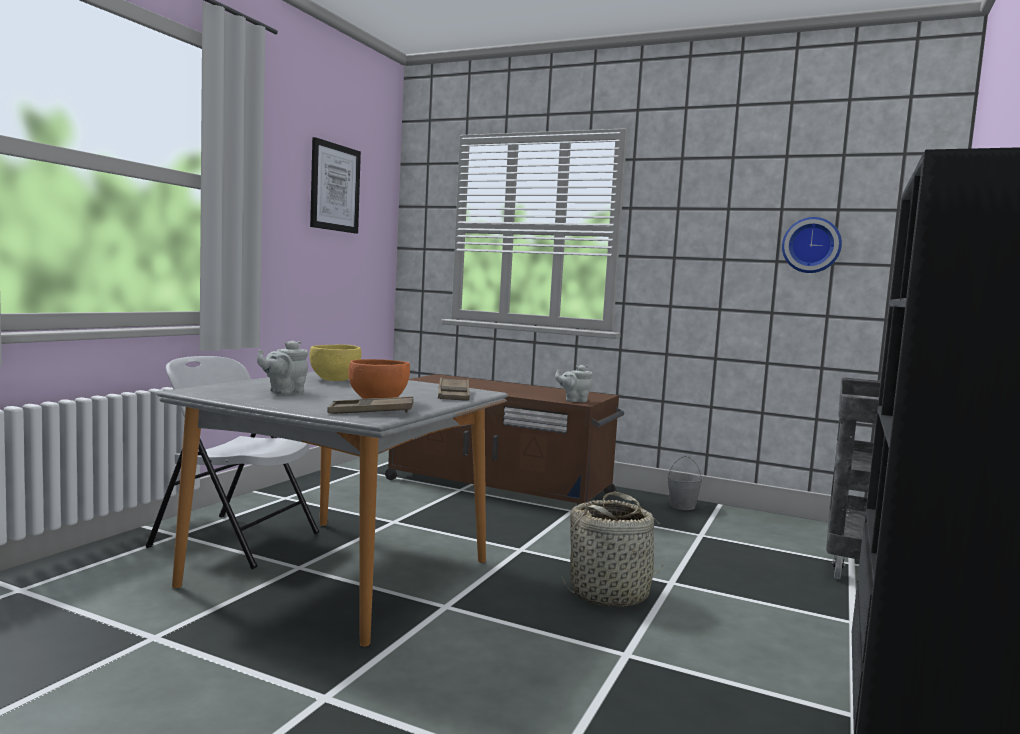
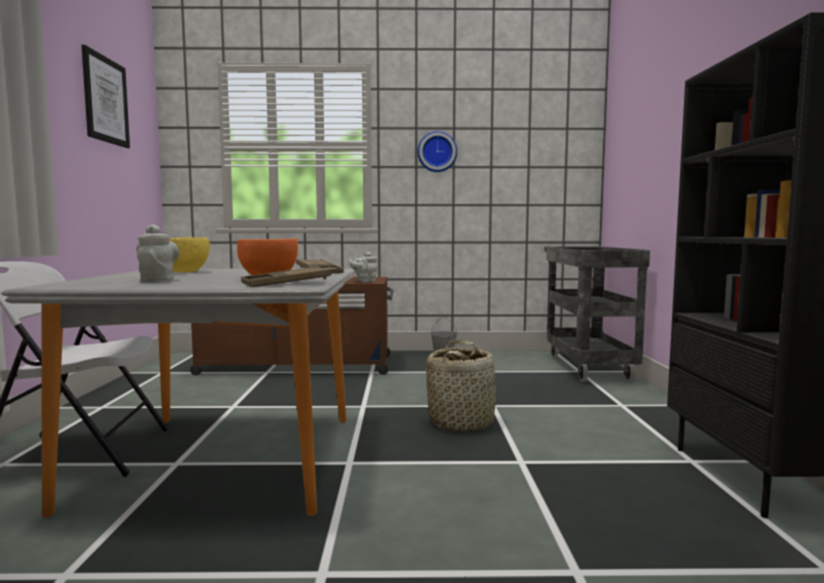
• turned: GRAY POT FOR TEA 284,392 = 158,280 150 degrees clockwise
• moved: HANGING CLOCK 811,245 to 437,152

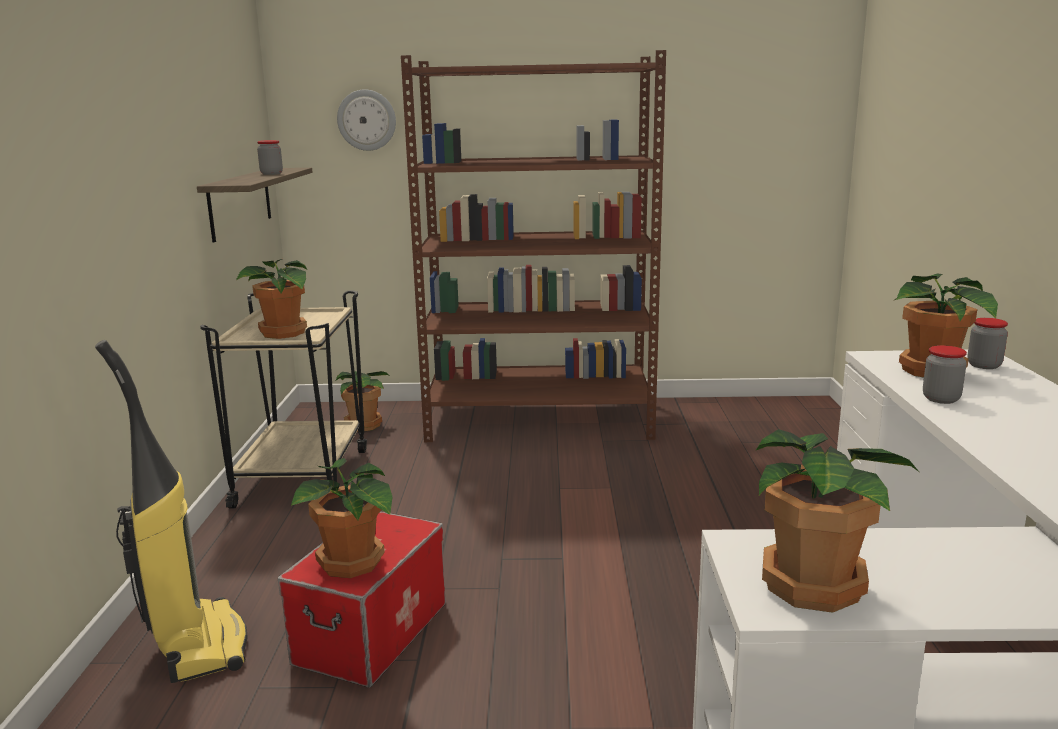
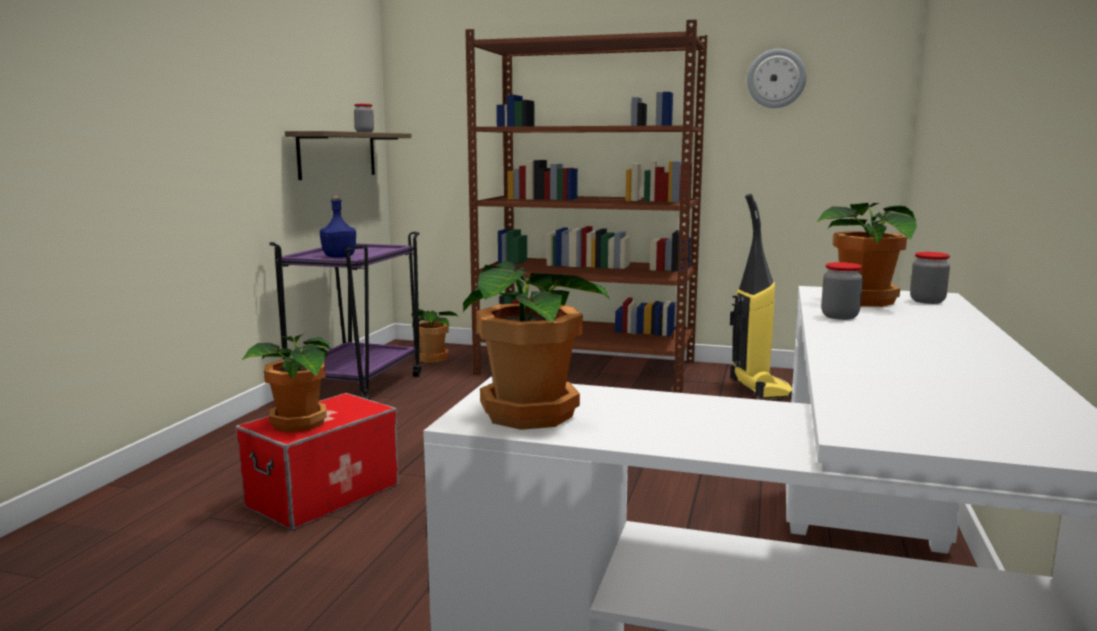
• recoloured: BEIGE-COLOURED TROLLEY 303,476 to PURPLE TROLLEY 356,387
• replaced: HOUSEPLANT 283,333 to BLUISH BEVERAGE BOTTLE 340,257
• moved: VACUUM CLEANER 198,645 to 760,389
• moved: HANGING CLOCK 367,120 to 776,78

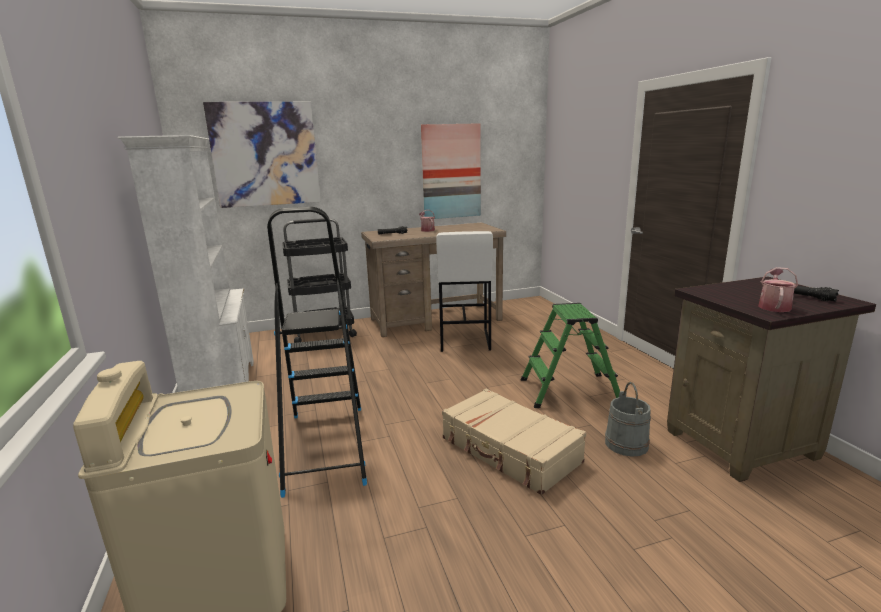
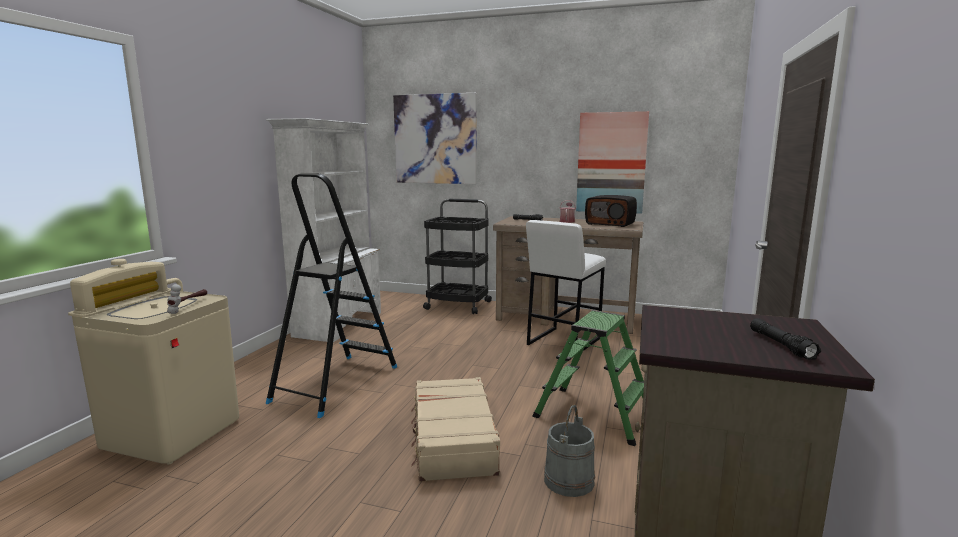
• added: HAMMER 189,305
• added: RADIO RECEIVER 610,223
• removed: SPRINKLING CAN 774,306

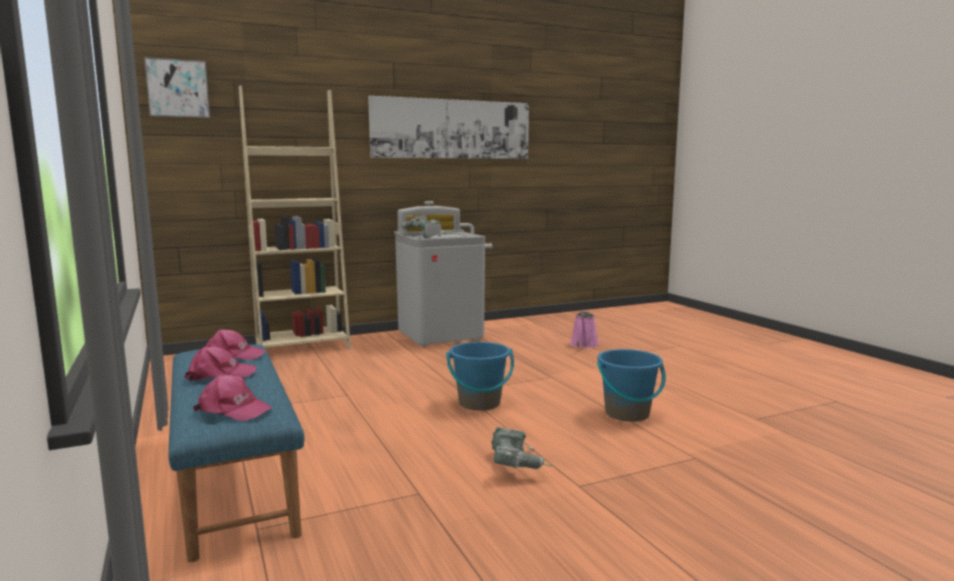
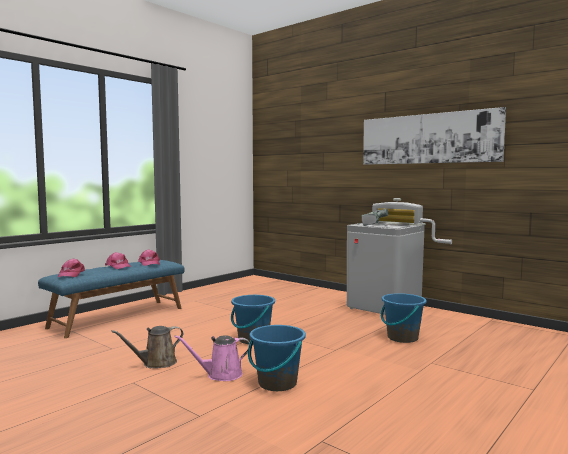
• replaced: DRILL 518,466 to BROWNISH SPRINKLING CAN 156,363
• moved: PINK SPRINKLING CAN 584,345 to 221,375
• added: BLUISH BUCKET 402,338
• removed: WALL PICTURE 178,88
• removed: BEIGE-COLOURED BOOKSHELF 303,347

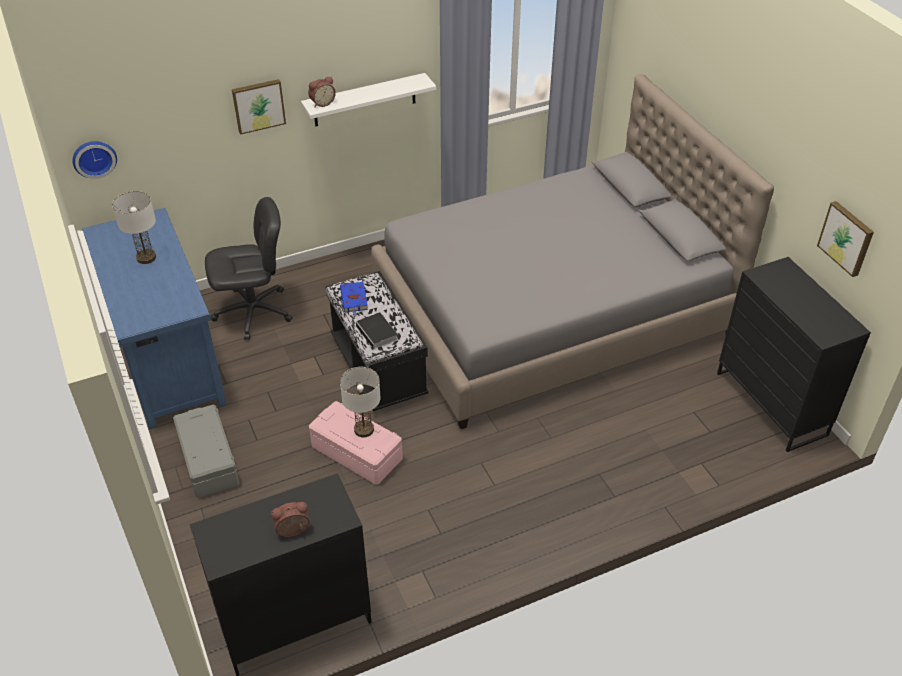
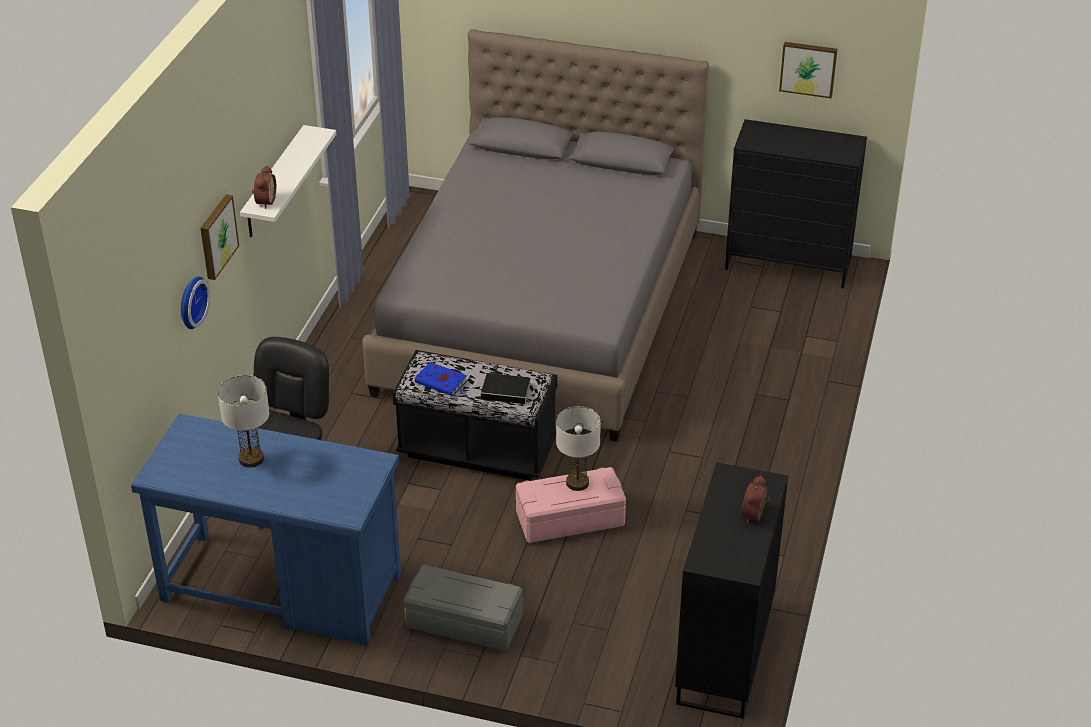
• moved: HANGING CLOCK 94,158 to 190,301

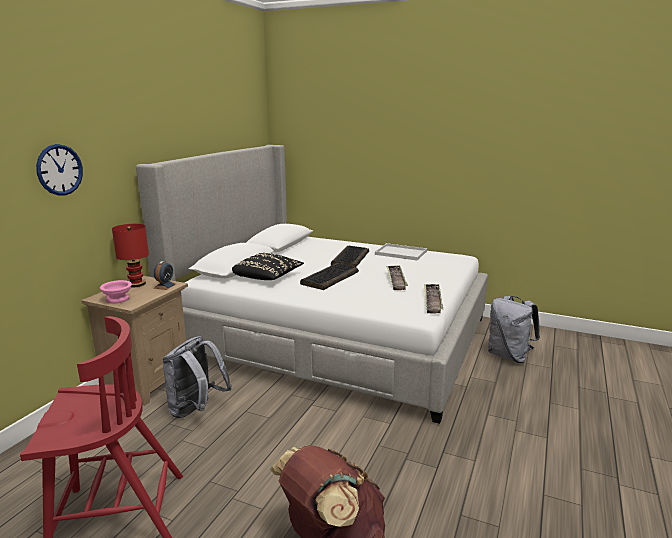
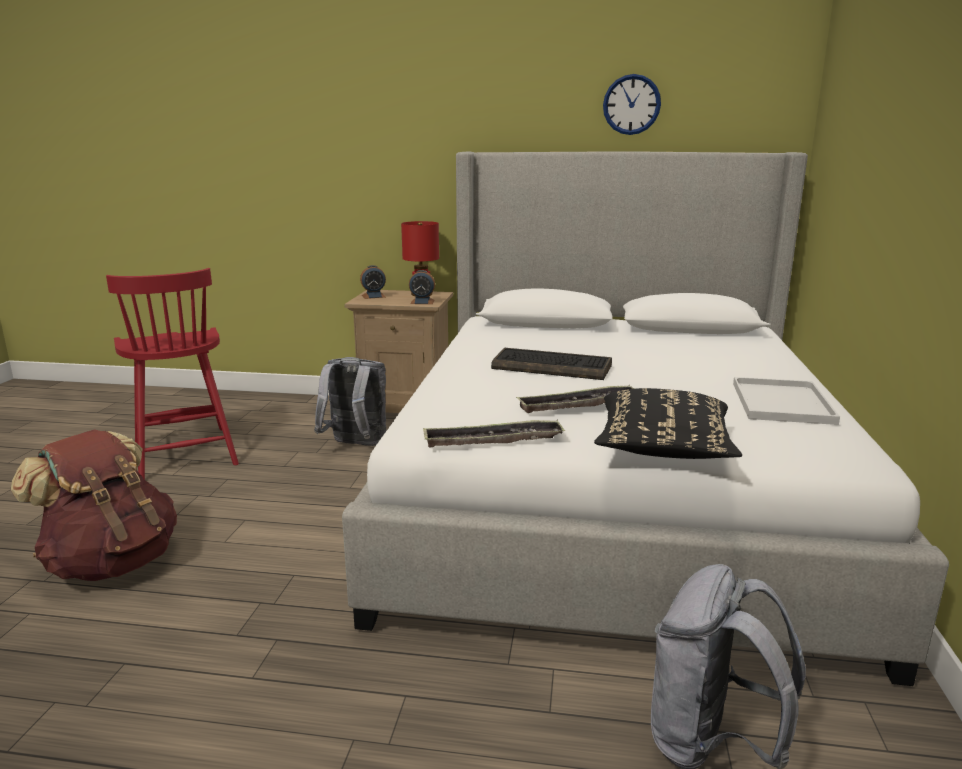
• replaced: PINK DEEP DISH 117,299 to TABLE CLOCK 373,296
• moved: BLACK CUSHION 267,277 to 663,449
• moved: HANGING CLOCK 59,170 to 631,104
• removed: COMPUTER KEYBOARD 350,258

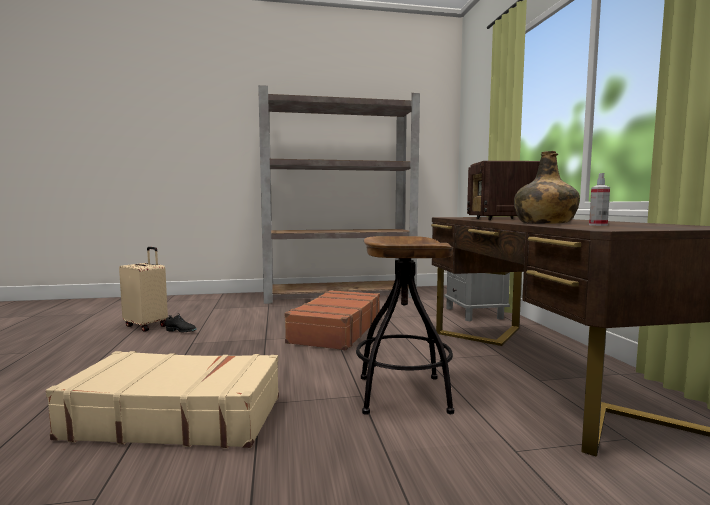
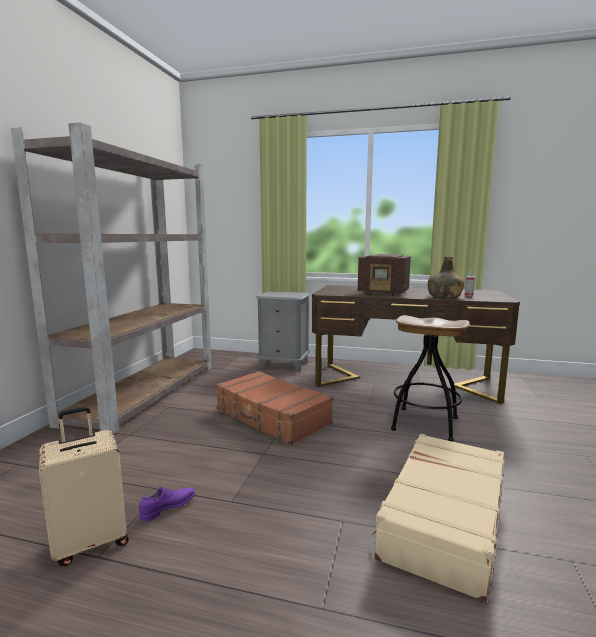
• recoloured: BLACK LOW SHOE 181,331 to PURPLE LOW SHOE 168,508

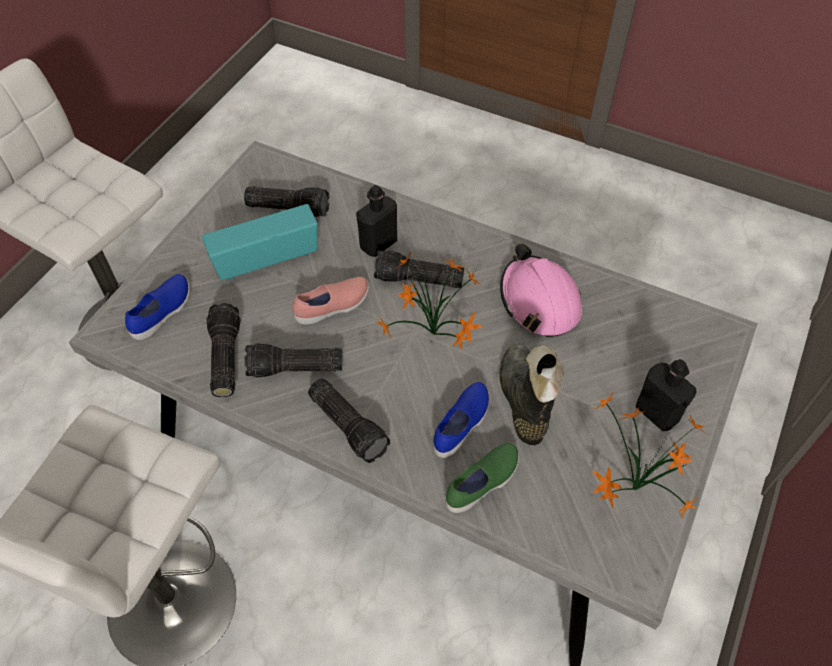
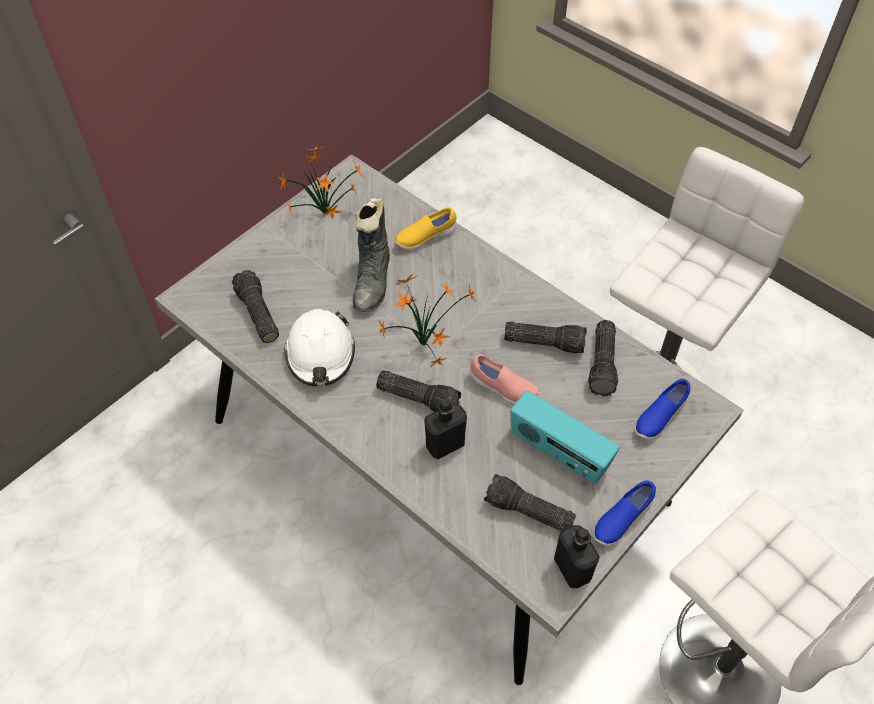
• moved: TORCH 349,425 to 256,314
• recoloured: PINK SAFETY HELMET 539,301 to WHITISH SAFETY HELMET 320,354
• recoloured: GREEN-COLOURED LOW SHOE 483,483 to YELLOW LOW SHOE 425,237
• turned: PINK LOW SHOE 333,307 = 503,388 135 degrees counterclockwise
• turned: RADIO RECEIVER 266,260 = 558,452 45 degrees clockwise
• moved: BLACK BEVERAGE BOTTLE 657,413 to 572,569
• moved: BLUISH LOW SHOE 462,425 to 621,519

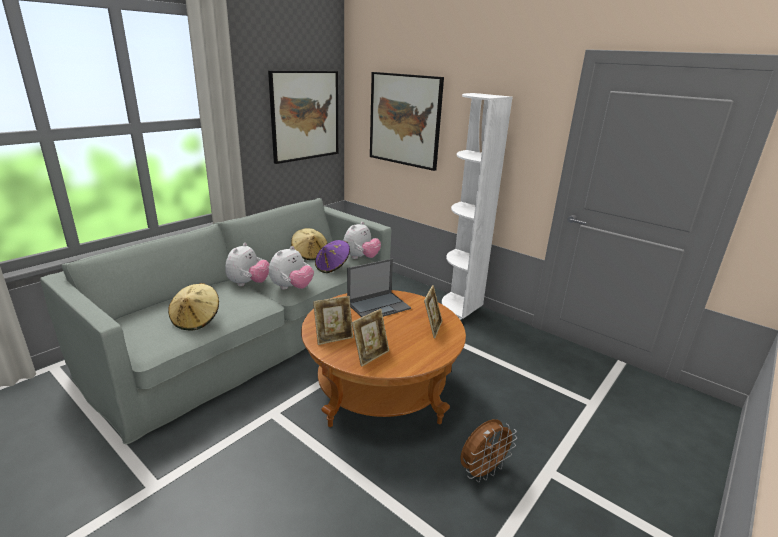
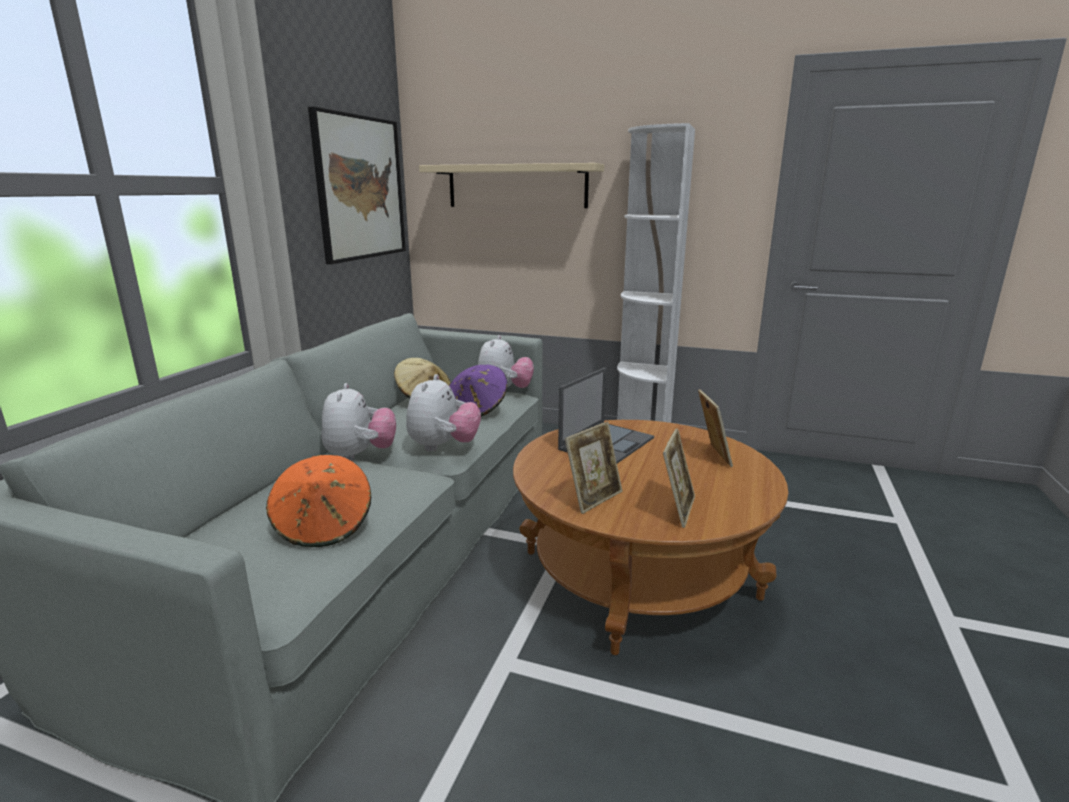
• recoloured: BEIGE-COLOURED HAT 196,320 to ORANGE-COLOURED HAT 324,526
• replaced: WALL PICTURE 404,120 to BEIGE-COLOURED SHELF 516,186
• removed: BROWNISH ELECTRIC FAN 482,471

